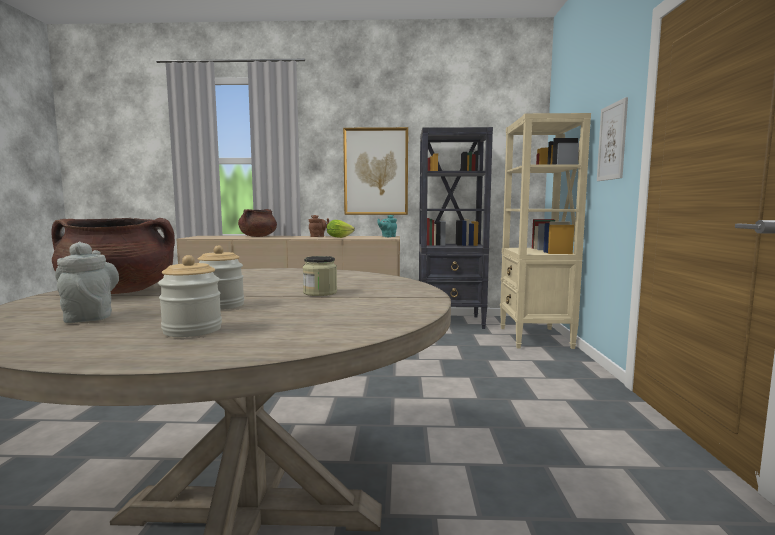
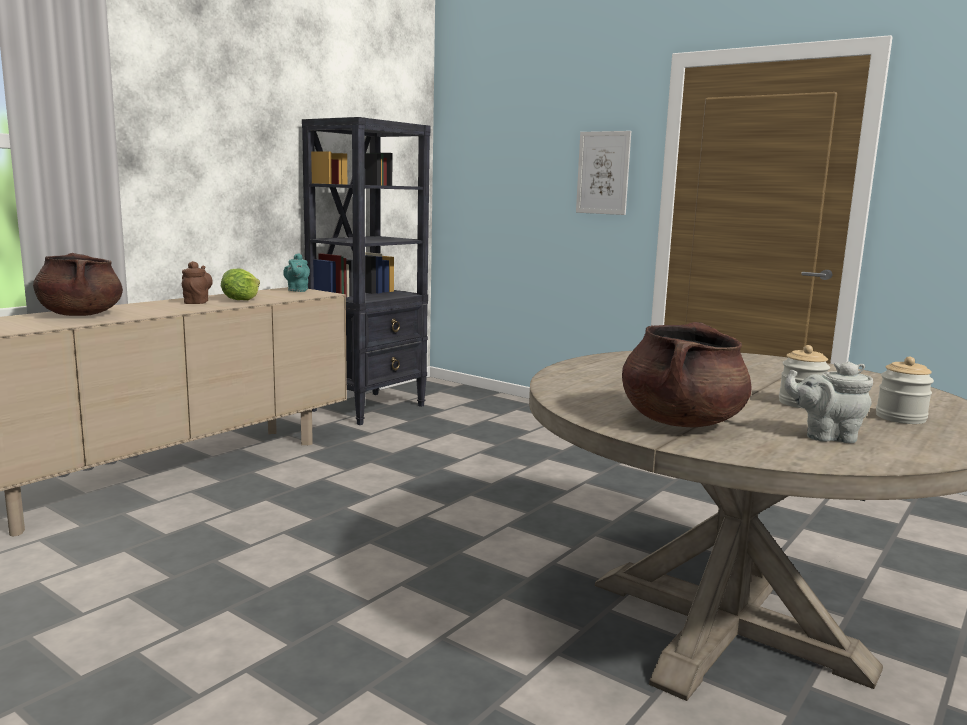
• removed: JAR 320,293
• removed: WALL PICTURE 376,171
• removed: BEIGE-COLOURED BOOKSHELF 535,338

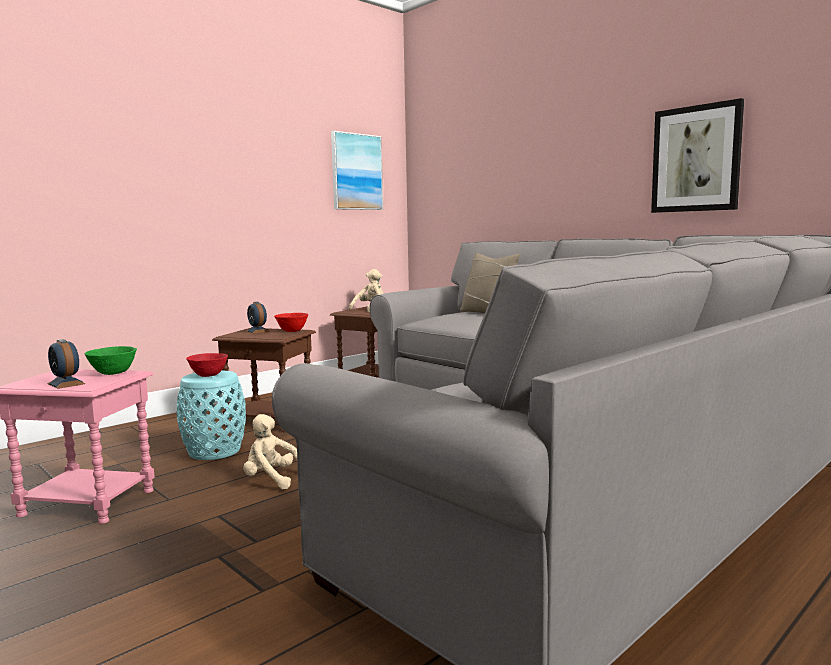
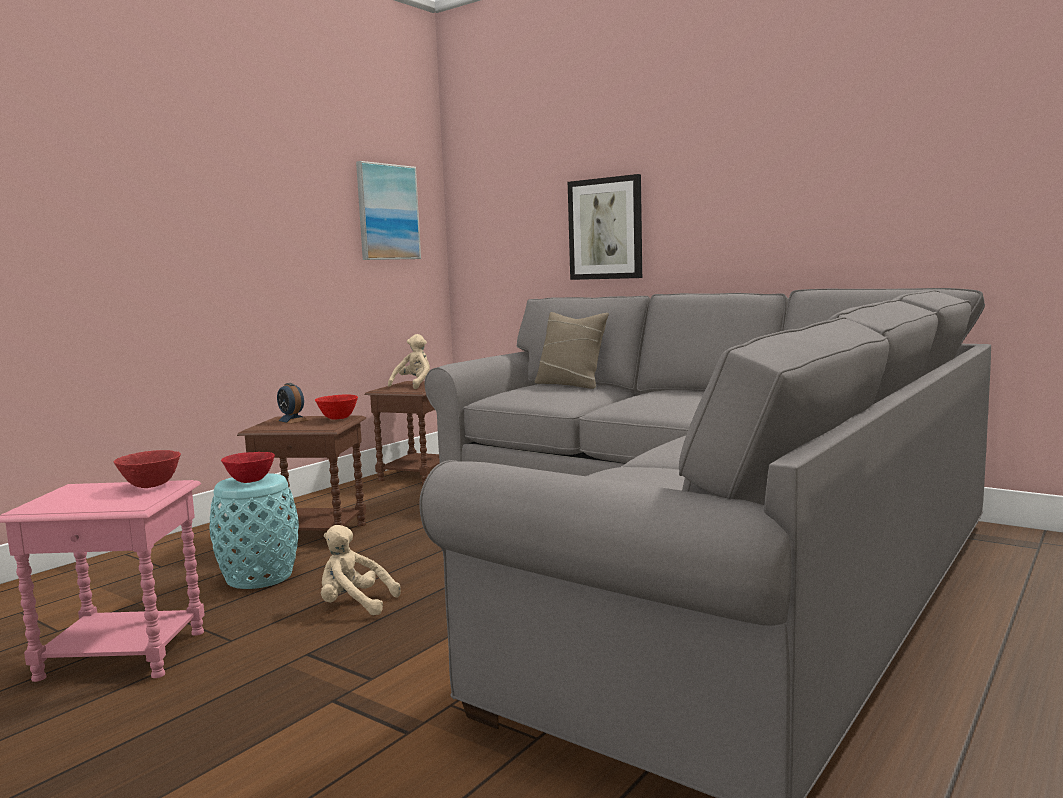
• recoloured: GREEN-COLOURED DEEP DISH 113,374 to RED DEEP DISH 151,486
• moved: WALL PICTURE 696,159 to 605,229
• removed: TABLE CLOCK 66,384

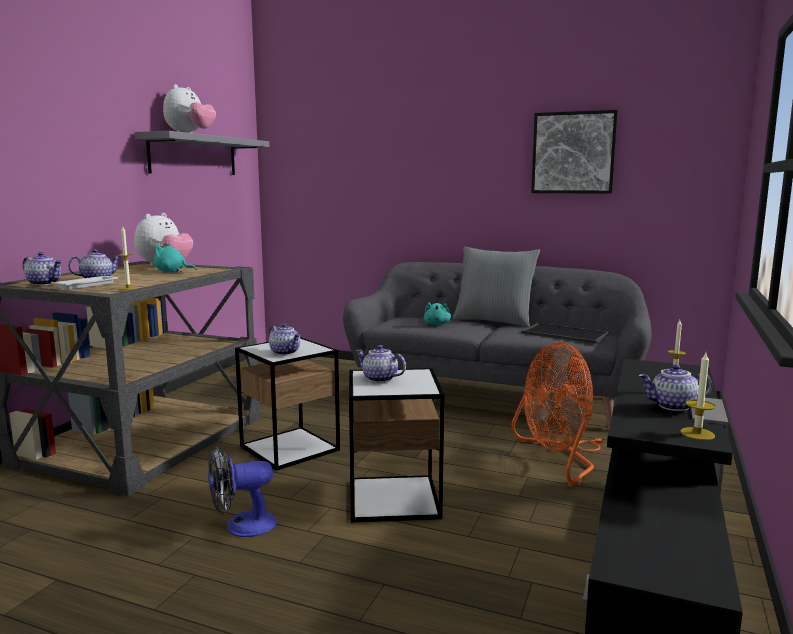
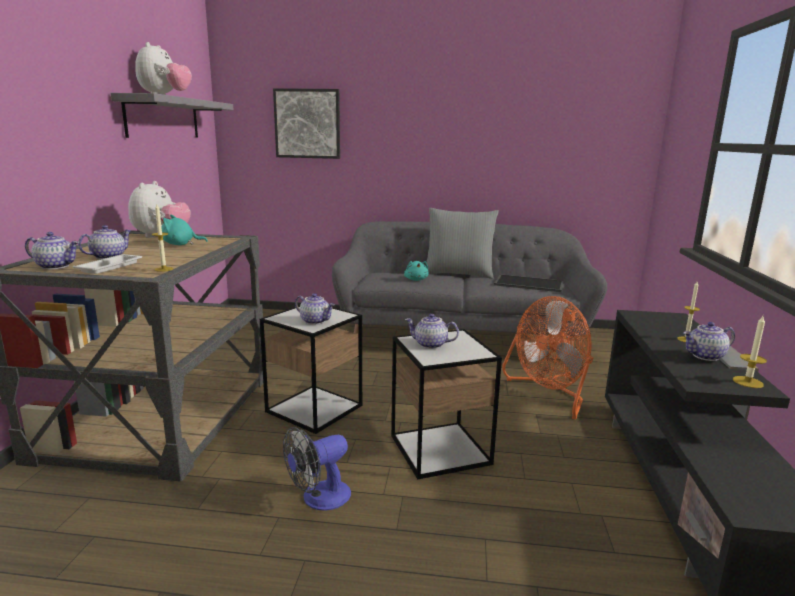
• moved: WALL PICTURE 573,153 to 307,124

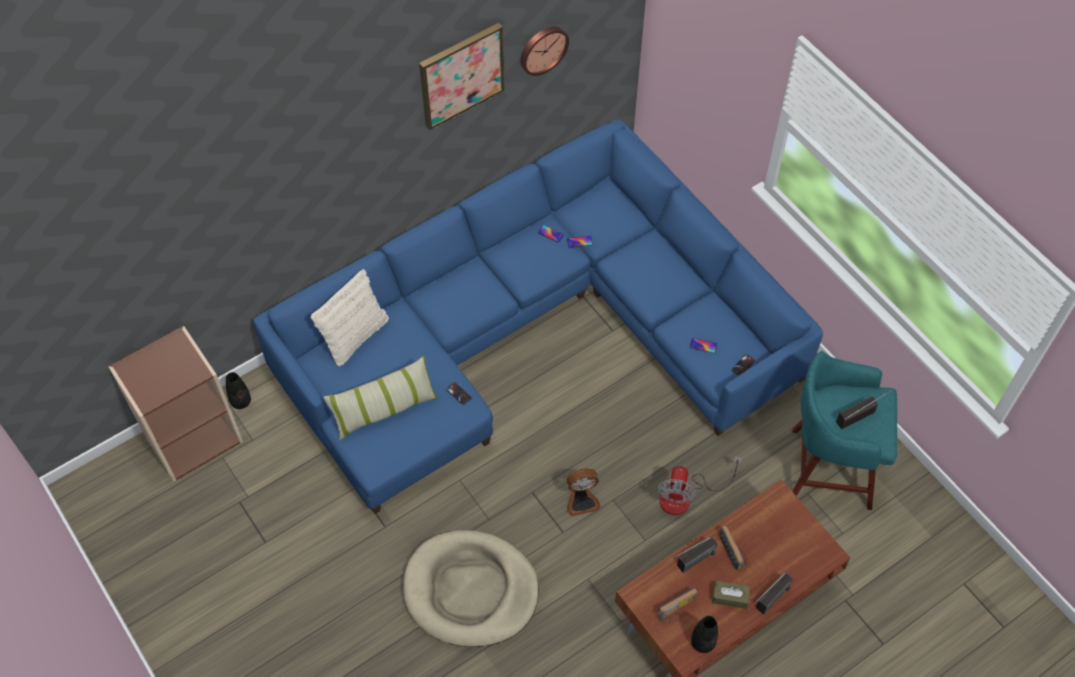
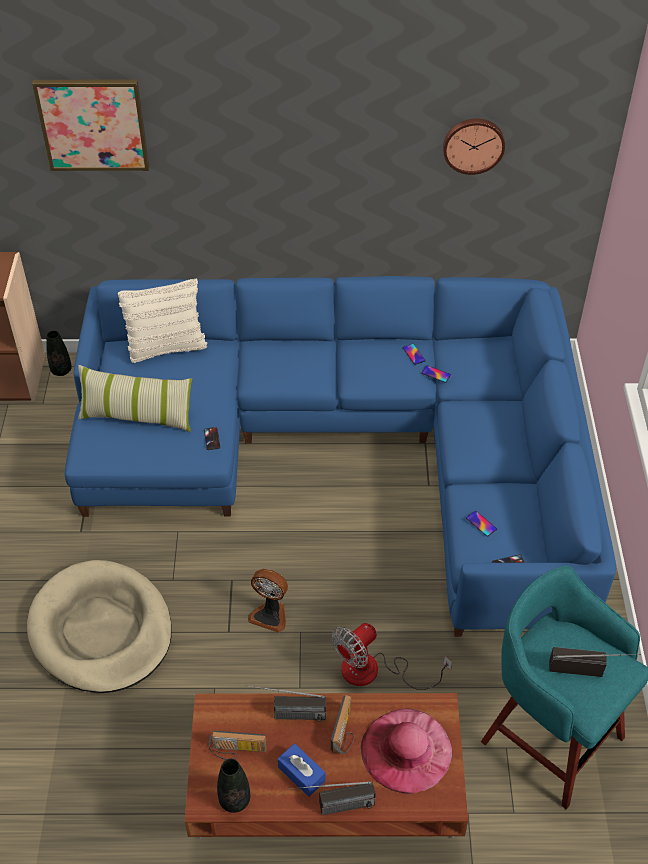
• moved: WALL PICTURE 461,75 to 93,124
• recoloured: BROWNISH TISSUE HOLDER 729,597 to BLUISH TISSUE HOLDER 301,774
• added: PINK HAT 406,750

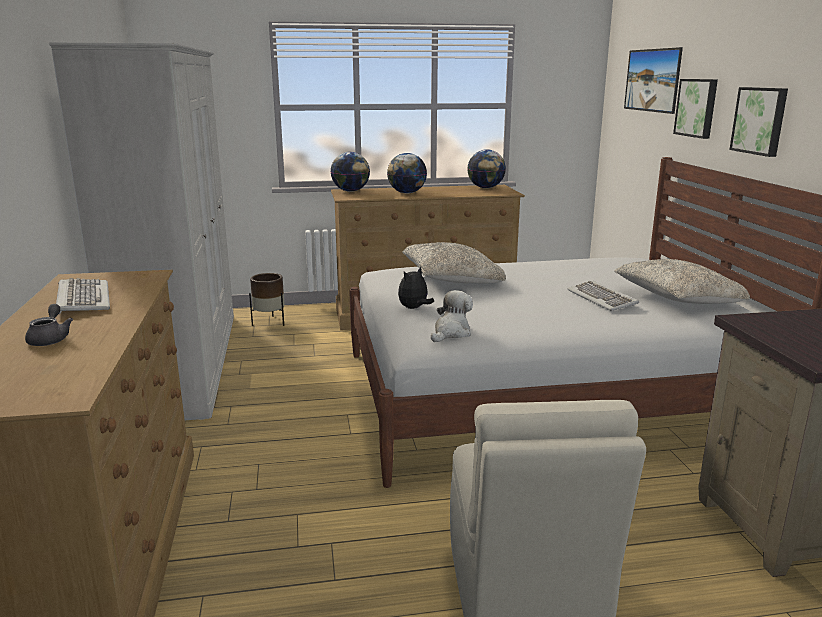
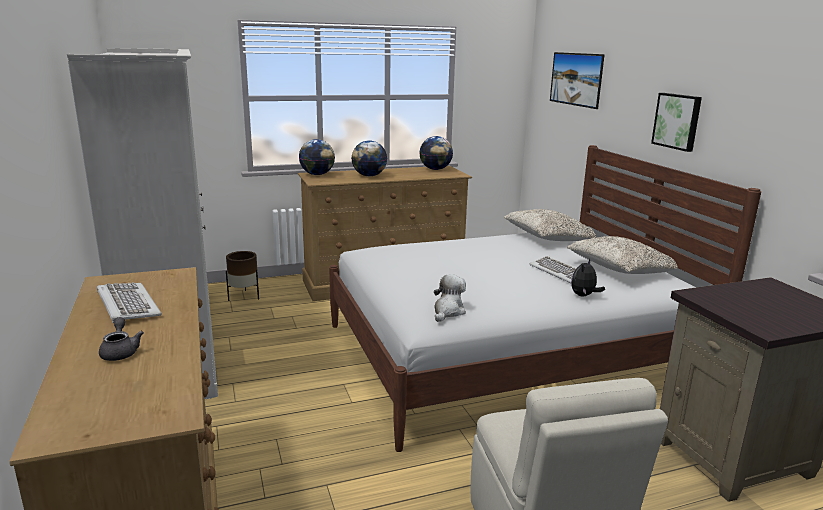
• moved: BEIGE-COLOURED CUSHION 452,279 to 548,238
• moved: PLUSH TOY 414,308 to 584,296
• removed: WALL PICTURE 697,108

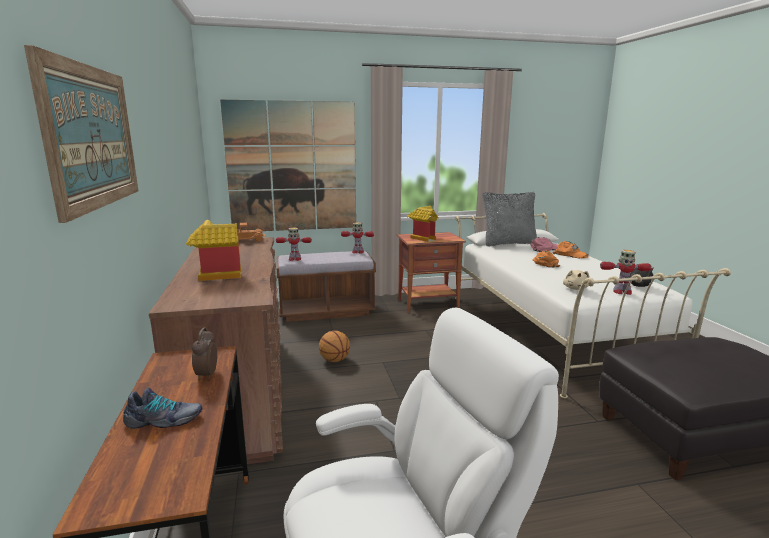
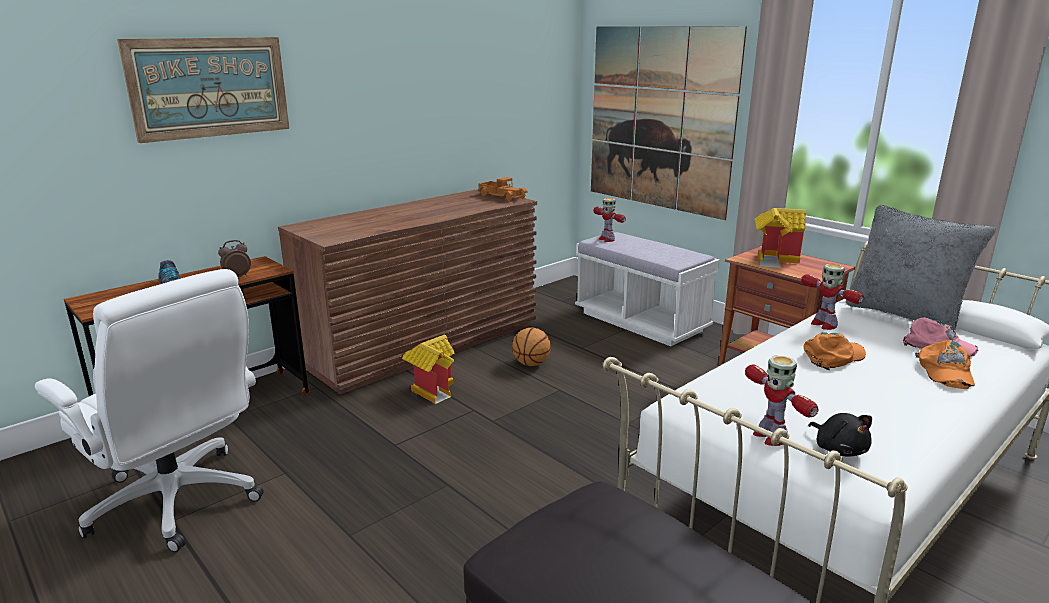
• moved: TOY HOUSE 214,275 to 432,389
• recoloured: BROWNISH LONG SEAT 326,311 to WHITISH LONG SEAT 641,322
• moved: ROBOT FIGURE 357,252 to 823,324
• removed: BEIGE-COLOURED PLUSH TOY 575,288

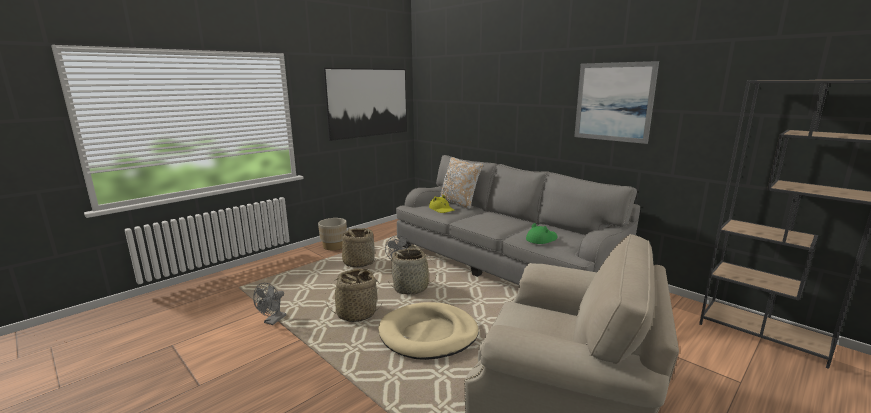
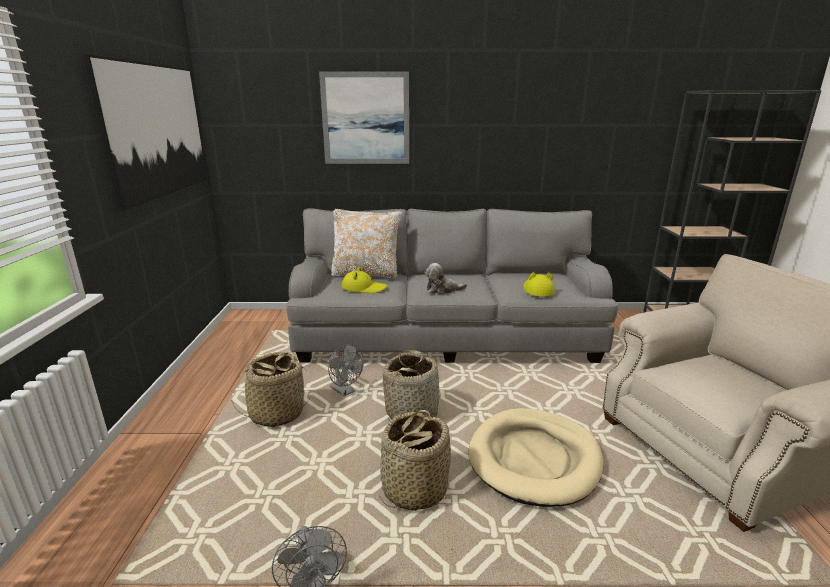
• moved: WALL PICTURE 613,102 to 365,119
• added: PLUSH TOY 442,290
• recoloured: GREEN-COLOURED HAT 541,239 to YELLOW HAT 537,290
• removed: BEIGE-COLOURED PLANT POT 334,246

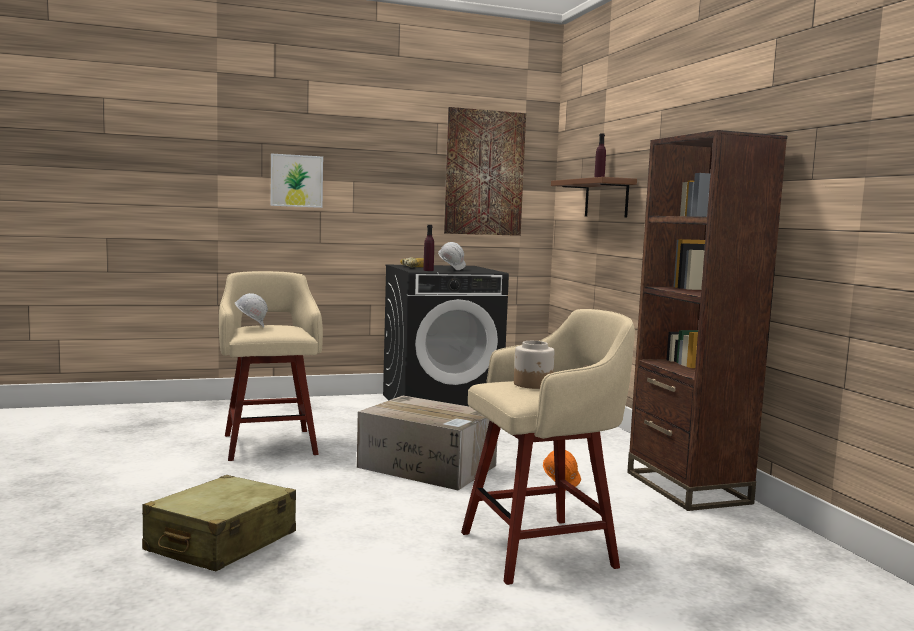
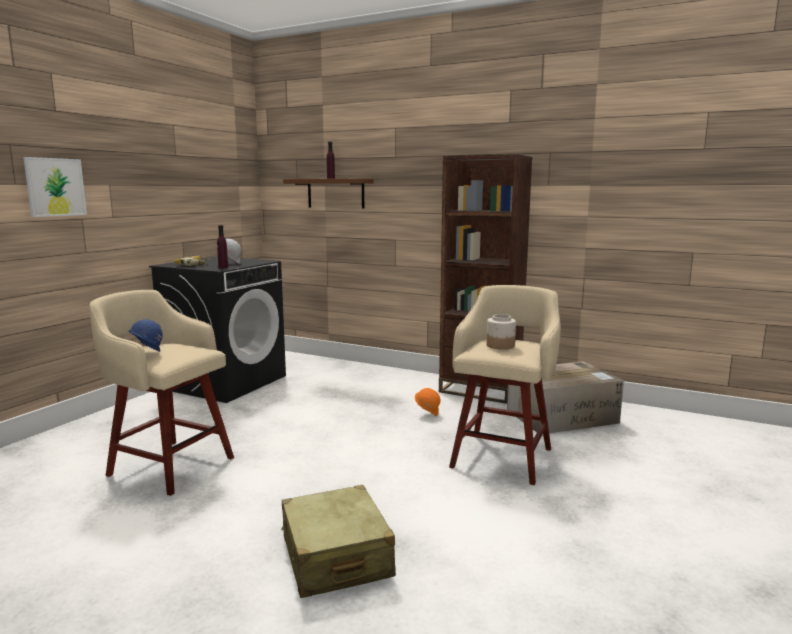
• recoloured: WHITISH SAFETY HELMET 251,327 to BLUISH SAFETY HELMET 146,354
• moved: CARTON 429,467 to 562,416
• removed: WALL PICTURE 484,173

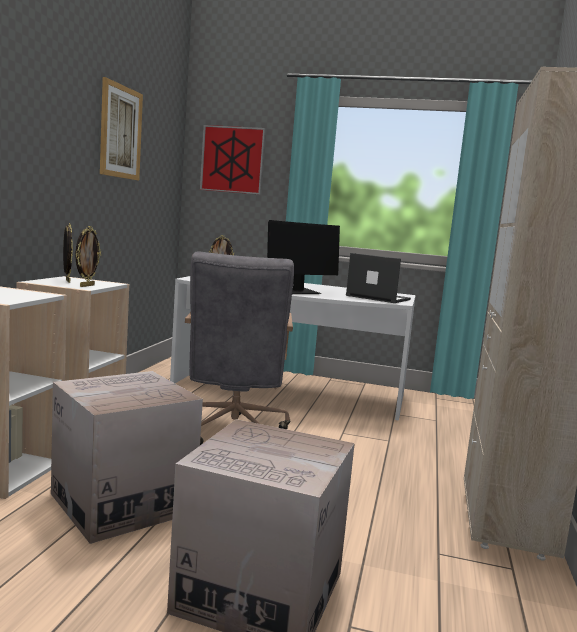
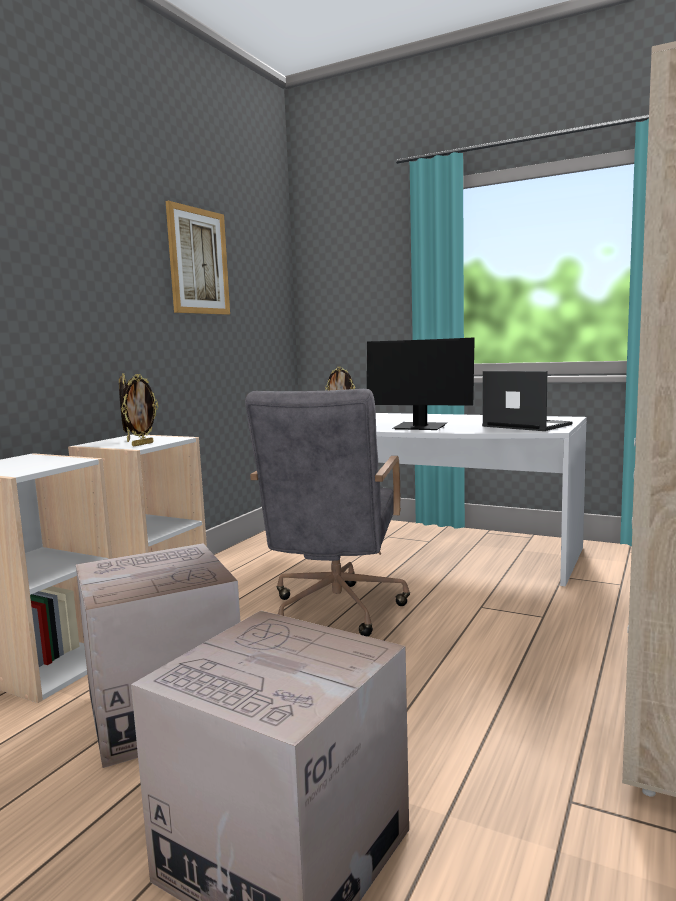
• turned: COMPUTER DISPLAY 298,292 = 420,427 45 degrees clockwise
• removed: WALL PICTURE 232,159

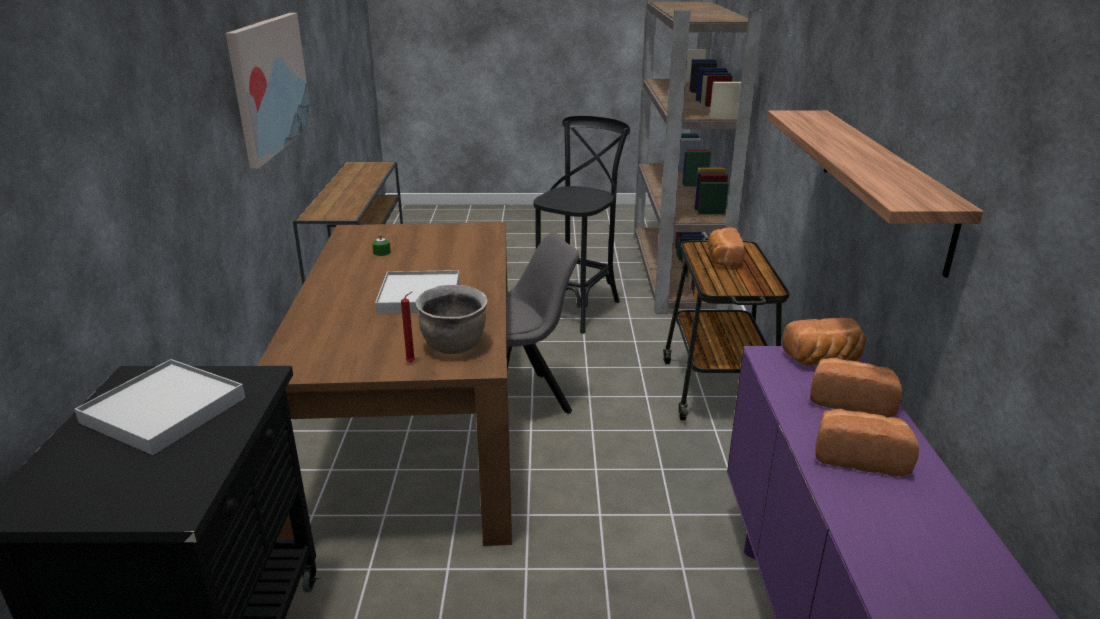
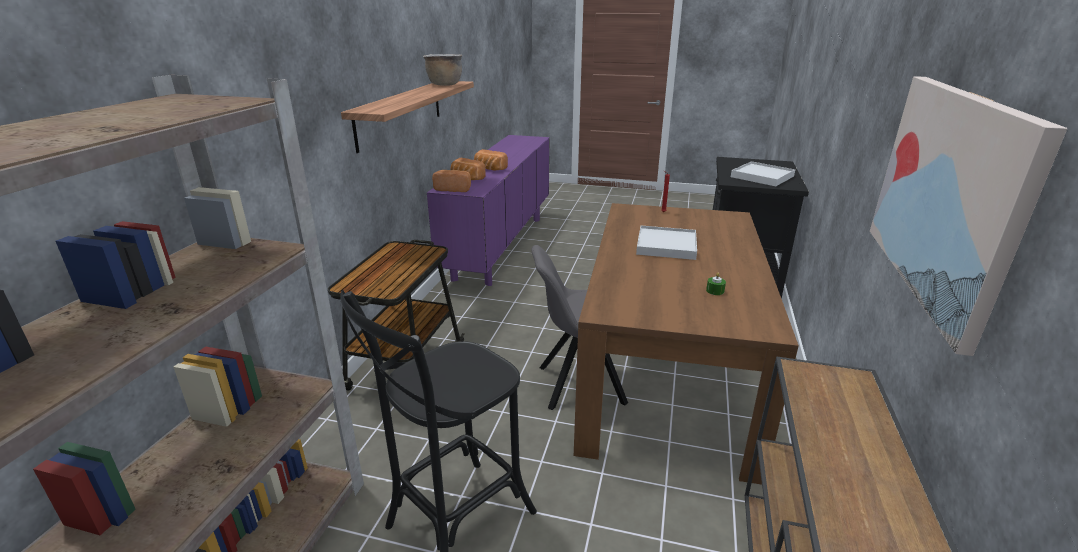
• moved: BROWNISH COOKING POT 455,346 to 444,84
• removed: BAKED BREAD 722,260

